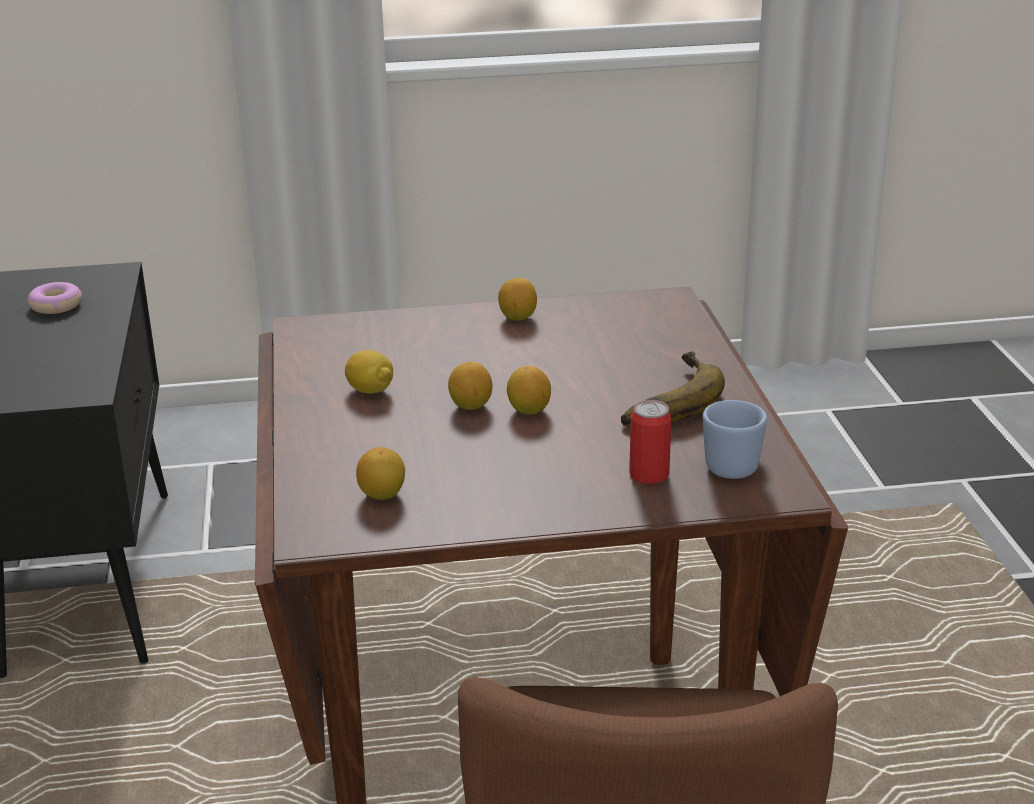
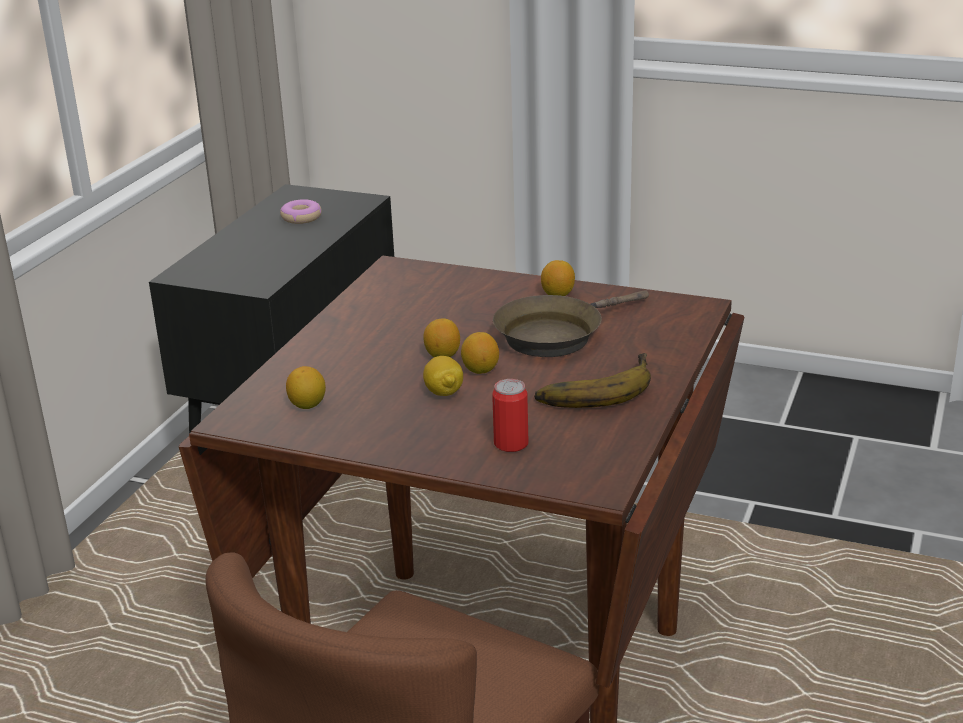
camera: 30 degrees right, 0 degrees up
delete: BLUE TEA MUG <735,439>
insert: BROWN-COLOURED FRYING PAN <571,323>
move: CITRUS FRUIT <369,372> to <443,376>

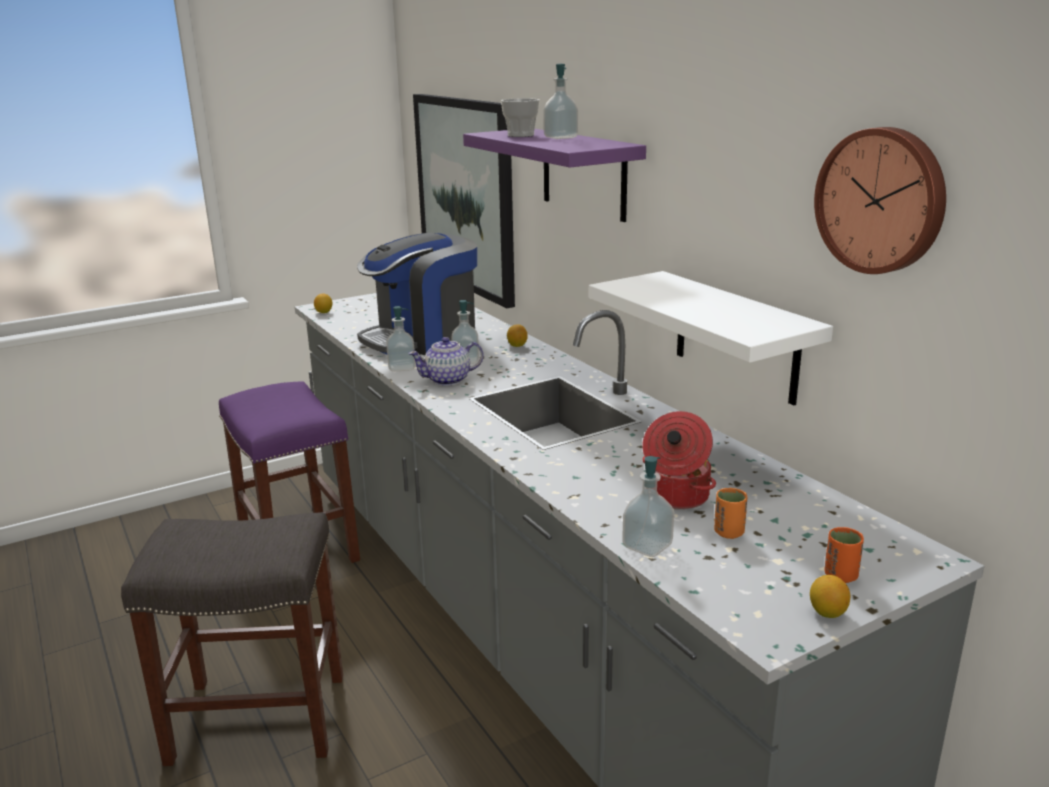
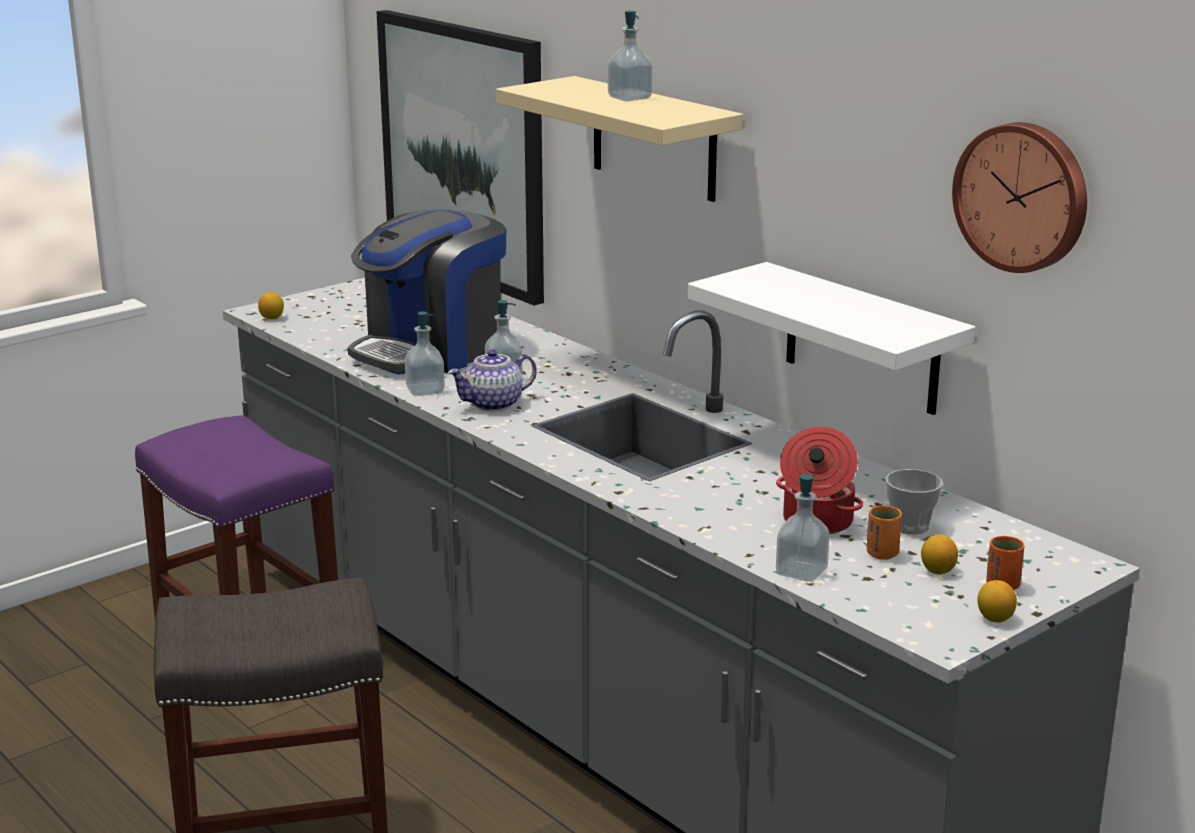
camera: 10 degrees left, 0 degrees up
move: DRINKING CUP <520,117> to <914,501>; CITRUS FRUIT <517,335> to <939,554>
recolor: PURPLE SHELF <554,175> to BEIGE-COLOURED SHELF <619,139>

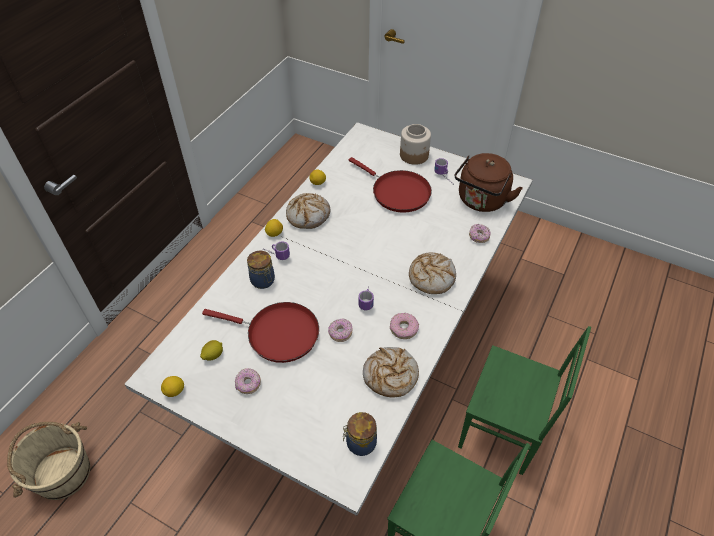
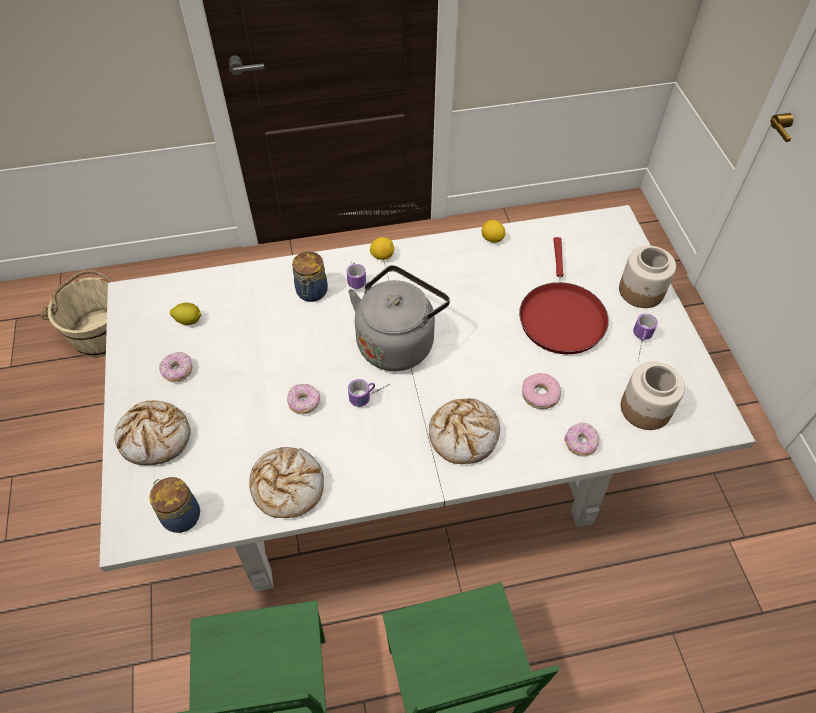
camera: 50 degrees right, 5 degrees up
delete: RED-COLOURED FRYING PAN <260,332>; CITRUS FRUIT <172,386>
insert: GREYISH KETTLE <399,318>
move: BAKERY BREAD <308,211> to <152,432>; DONUT <404,326> to <541,391>
replace: BROWN-COLOURED KETTLE <488,182> to JAR <653,395>

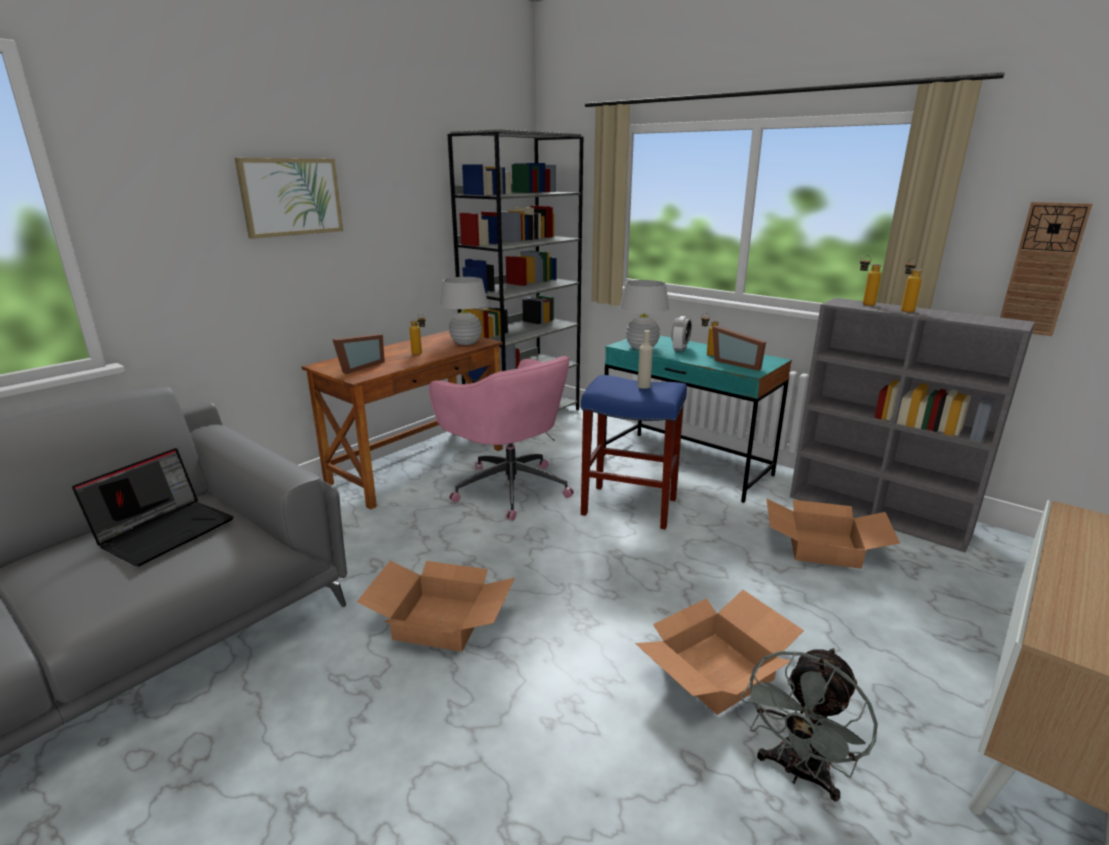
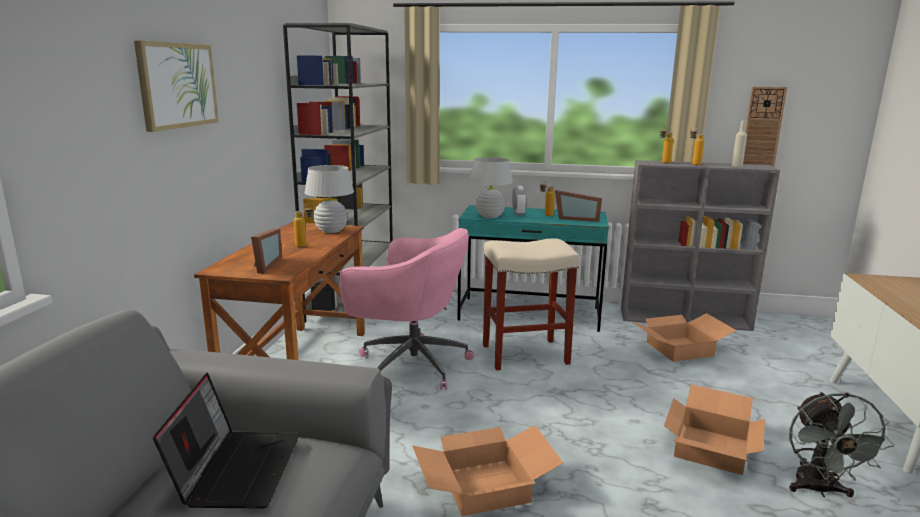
camera: 30 degrees left, 5 degrees down
move: BEIGE-COLOURED BEVERAGE BOTTLE <645,359> to <739,144>
recolor: BLUE STOOL <634,452> to BEIGE-COLOURED STOOL <531,304>

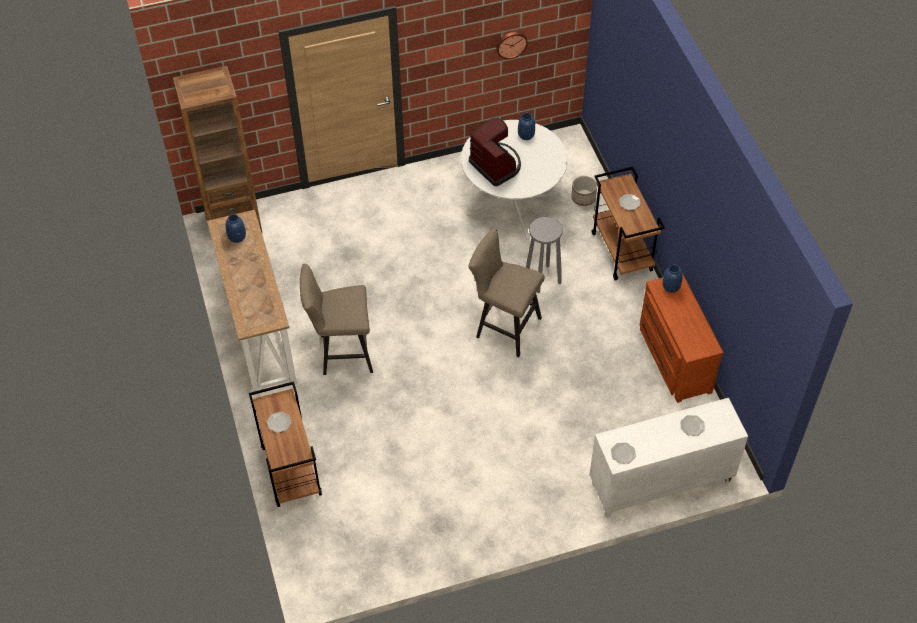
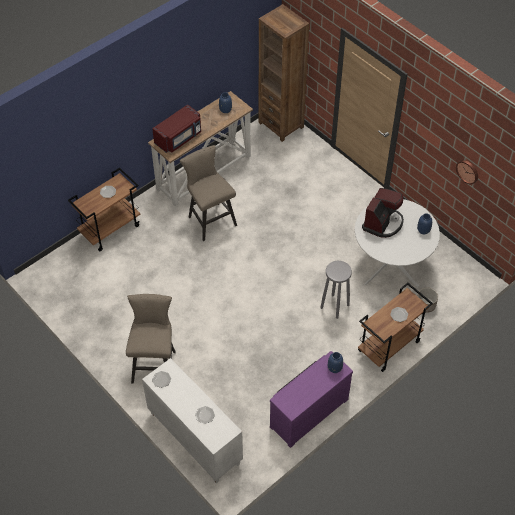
camera: 65 degrees right, 0 degrees up
insert: RED-COLOURED MICROWAVE OVEN <176,128>
move: BEIGE-COLOURED STOOL <506,292> to <151,339>
recolor: BROWN-COLOURED CHEST OF DRAWERS <682,338> to PURPLE CHEST OF DRAWERS <311,399>

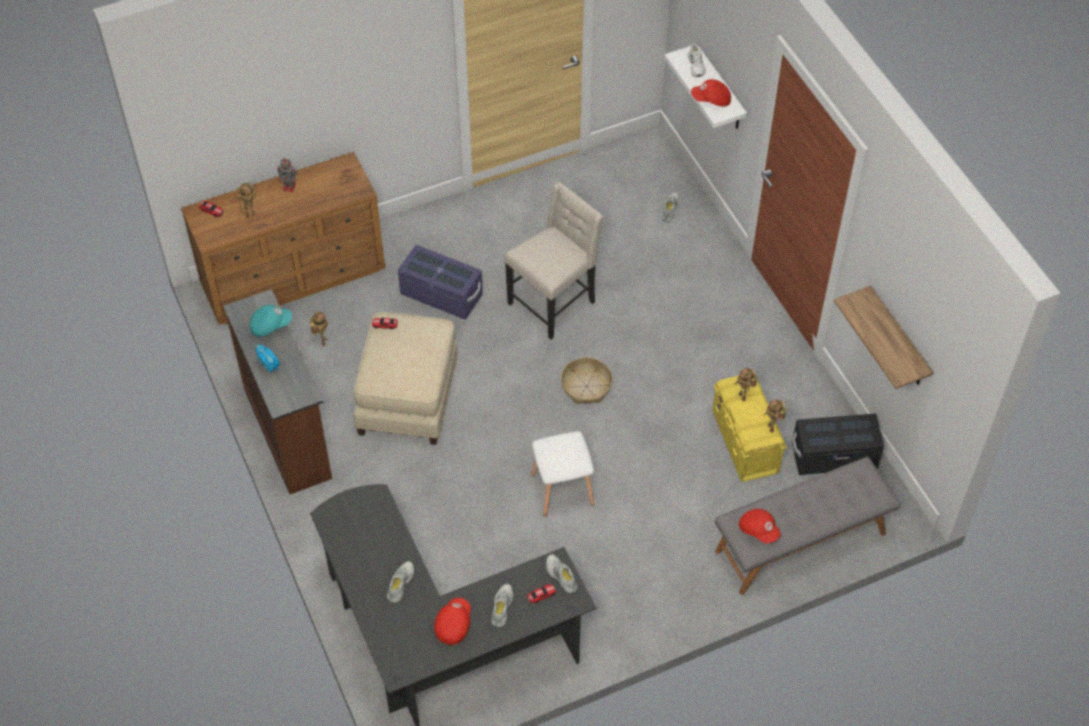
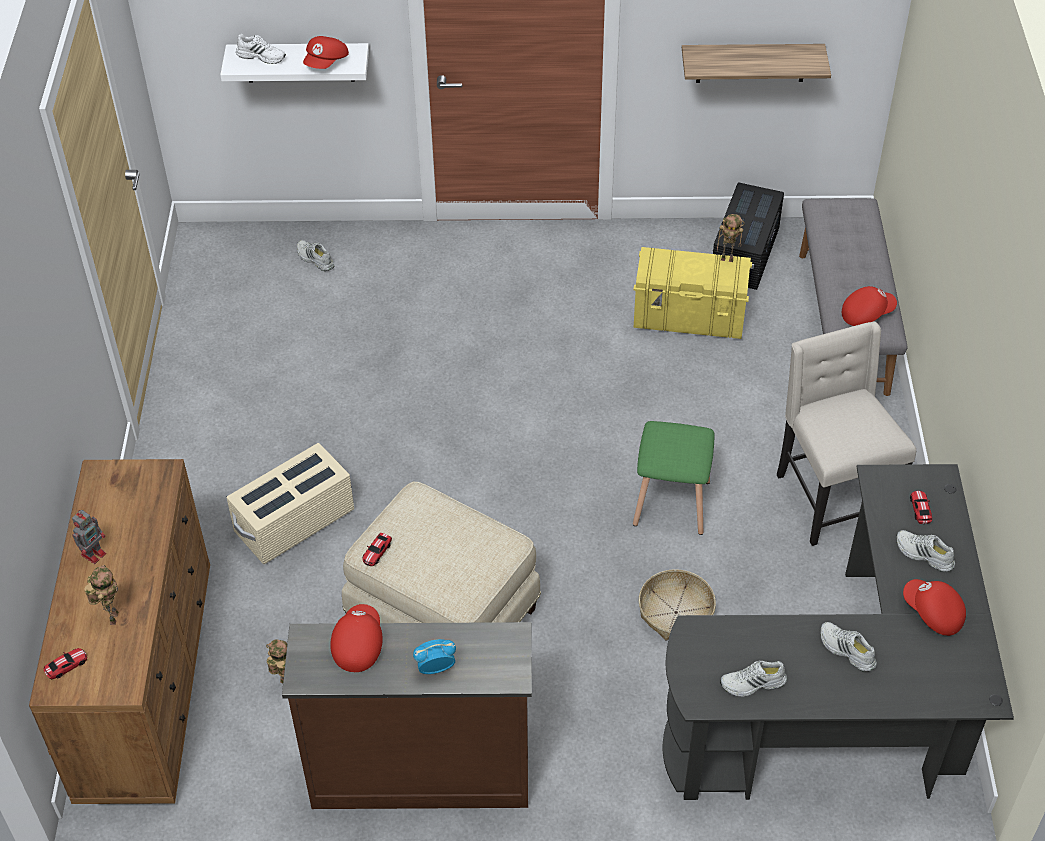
camera: 65 degrees left, 5 degrees down
delete: TOY ROBOT <745,384>
move: BEIGE-COLOURED UPRIGHT CHAIR <553,260> to <846,433>; BASKET <587,380> to <677,604>; WHITISH LOW SHOE <562,573> to <753,679>
recolor: PURPLE STORAGE BIN <440,282> to BEIGE-COLOURED STORAGE BIN <290,503>; TURQUOISE-COLOURED PEAKED CAP <271,321> to RED-COLOURED PEAKED CAP <356,638>; WHITISH STOOL <562,474> to GREENISH STOOL <674,478>

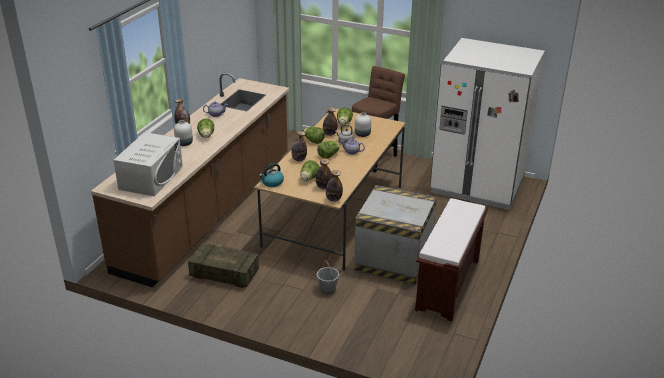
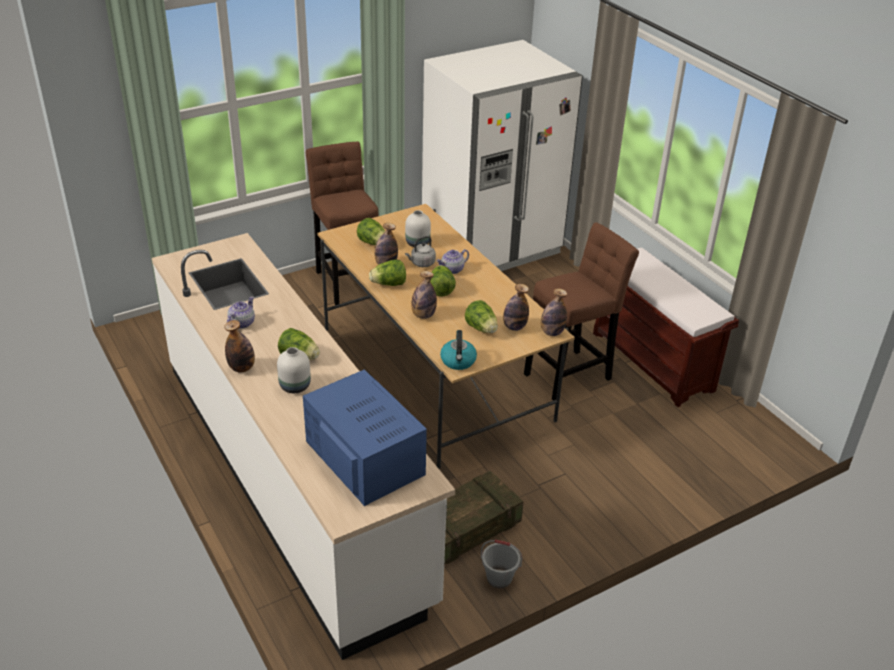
camera: 55 degrees left, 5 degrees up
move: GREYISH BUCKET <328,277> to <501,563>
replace: PACKING CRATE <395,235> to BROWN-COLOURED STOOL <581,311>
recolor: BROWN-COLOURED COUNTER <190,180> to WHITISH COUNTER <303,446>; WHITISH MICROWAVE OVEN <148,164> to BLUE MICROWAVE OVEN <365,438>

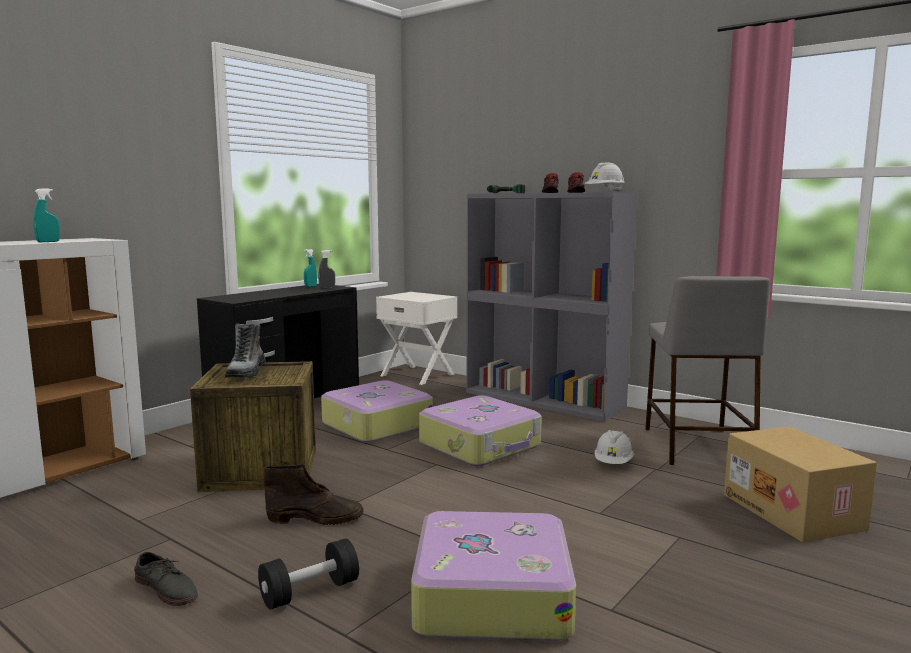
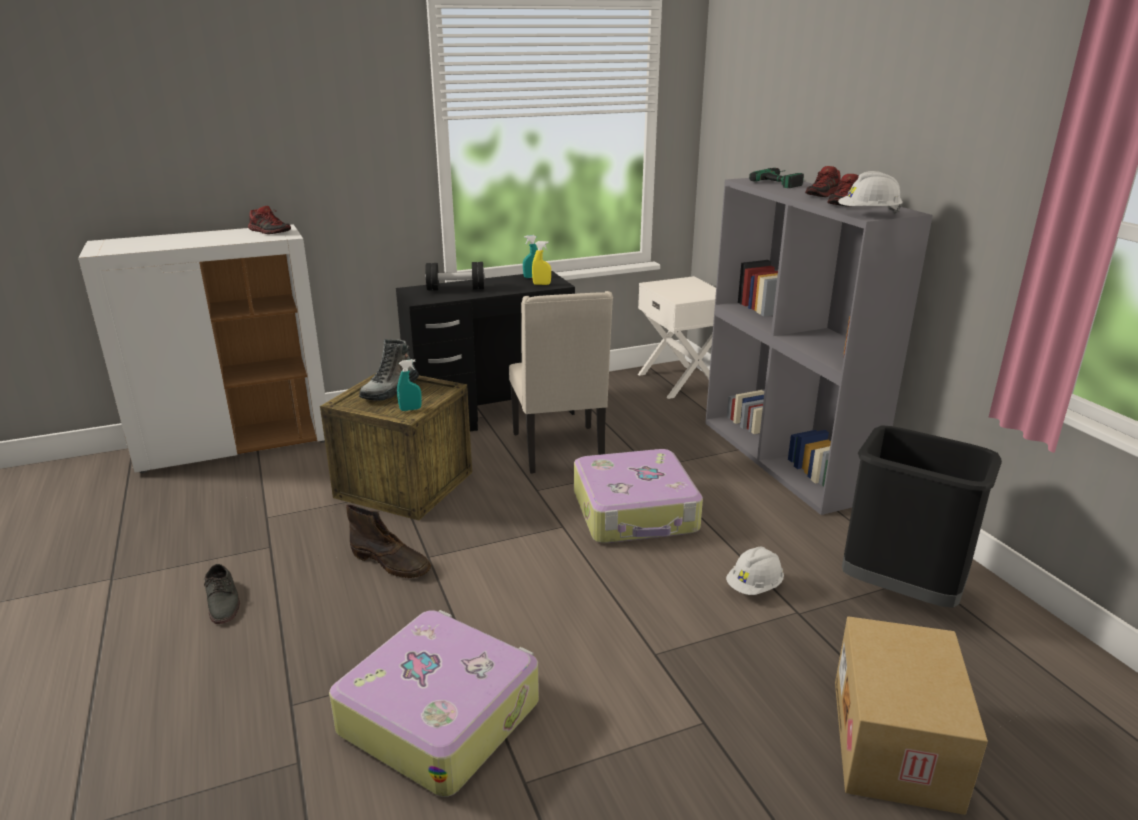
camera: 30 degrees right, 15 degrees up
insert: LOW SHOE <269,220>
move: TURQUOISE-COLOURED HAND SPRAYER <46,215> to <409,385>; BLACK FREE WEIGHT <308,574> to <455,276>
replace: GREYISH STOOL <707,370> to BLACK WASTE BIN <922,516>; TRAVEL CASE <377,411> to BEIGE-COLOURED UPRIGHT CHAIR <561,382>
recolor: GREYISH HAND SPRAYER <326,269> to YELLOW-COLOURED HAND SPRAYER <541,263>

